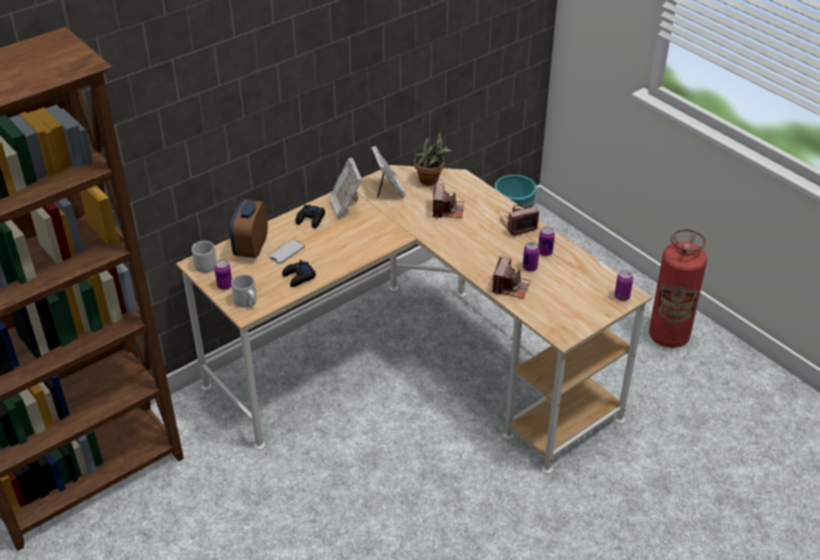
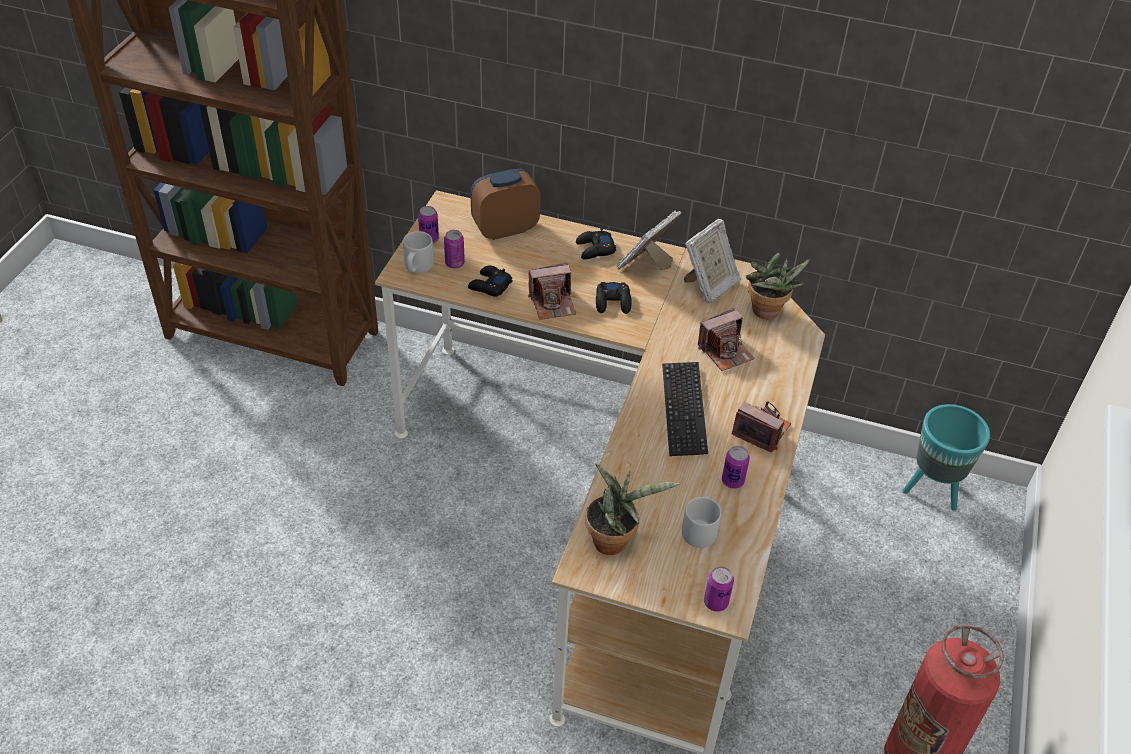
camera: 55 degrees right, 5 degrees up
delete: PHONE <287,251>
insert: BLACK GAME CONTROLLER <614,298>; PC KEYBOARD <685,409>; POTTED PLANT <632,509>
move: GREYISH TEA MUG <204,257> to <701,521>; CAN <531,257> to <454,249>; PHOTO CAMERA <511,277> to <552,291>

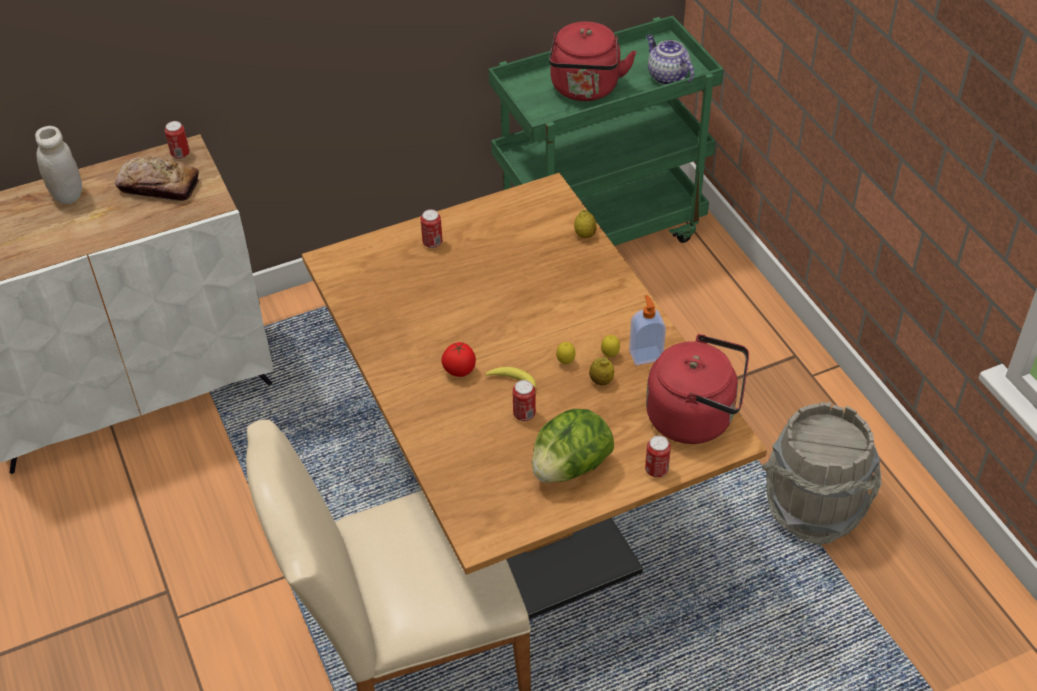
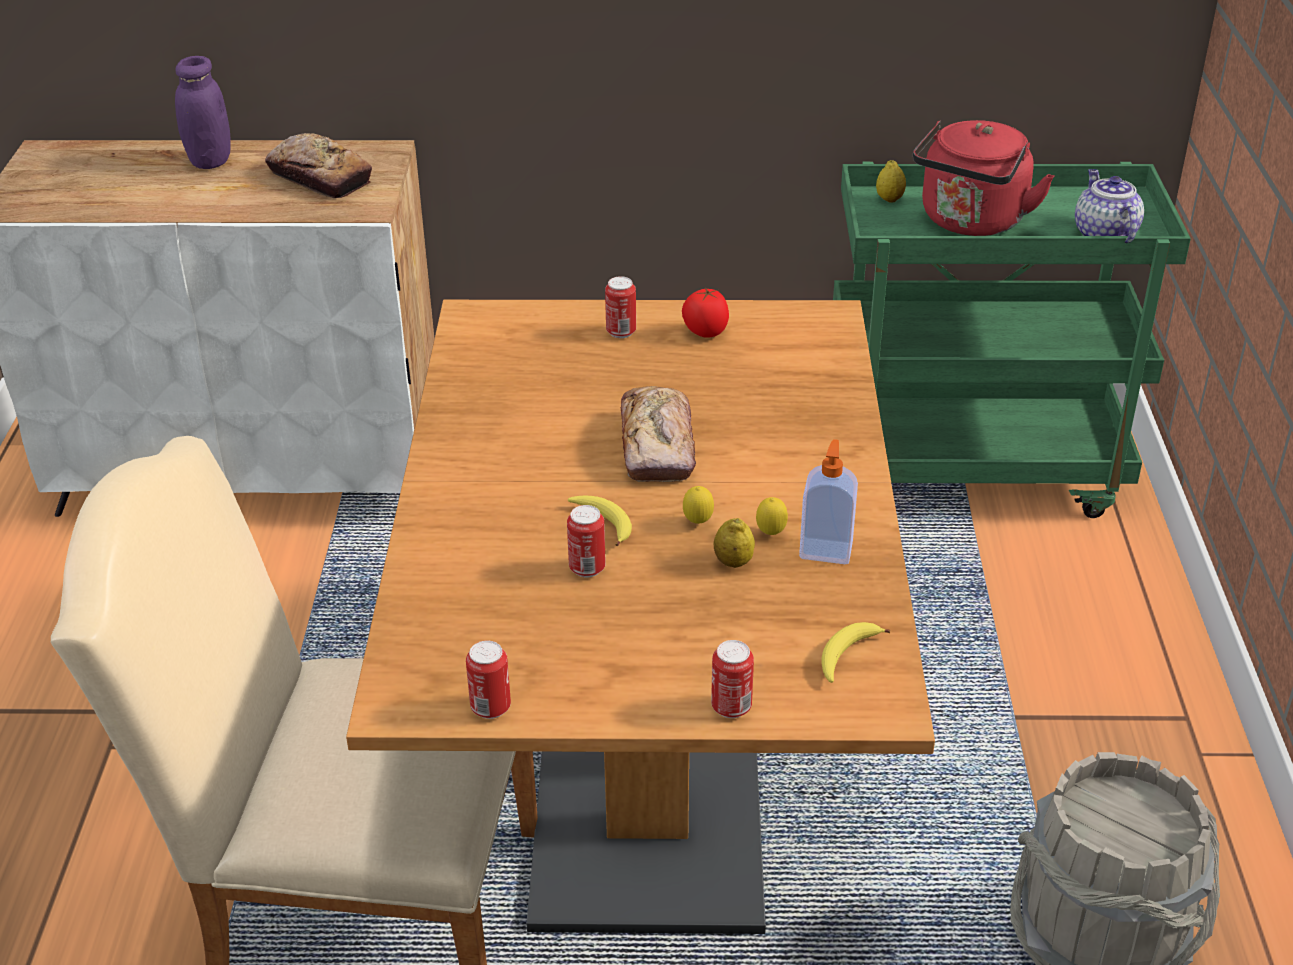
camera: 25 degrees right, 10 degrees down
delete: LETTUCE <573,446>
insert: BAKERY BREAD <658,434>
move: CAN <177,140> to <488,680>; CITRUS FRUIT <585,223> to <891,181>; WHOLE TOMATO <458,359> to <705,312>
replace: RED-COLOURED KETTLE <697,389> to BANANA FRUIT <855,652>
recolor: WHITISH JAR <58,165> to PURPLE JAR <203,112>

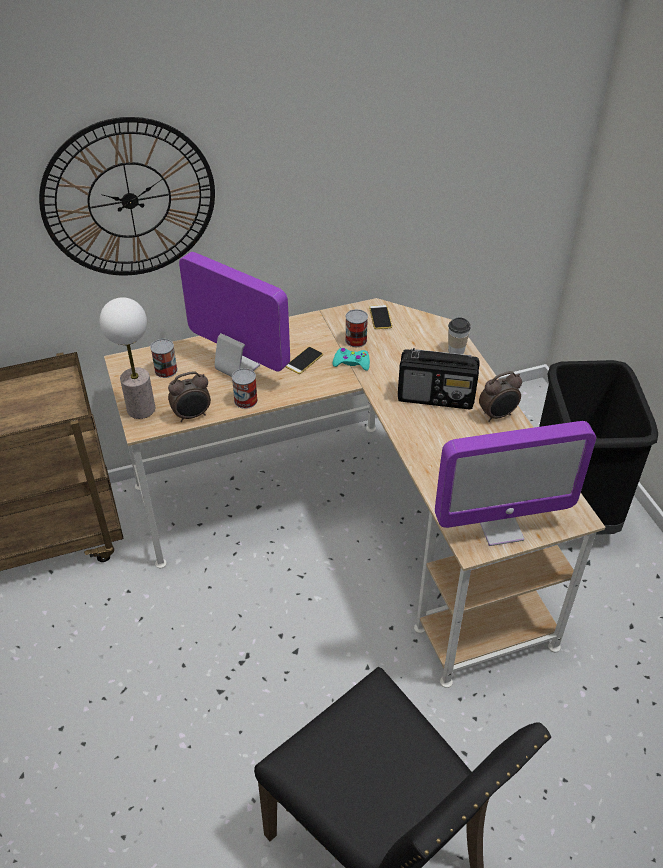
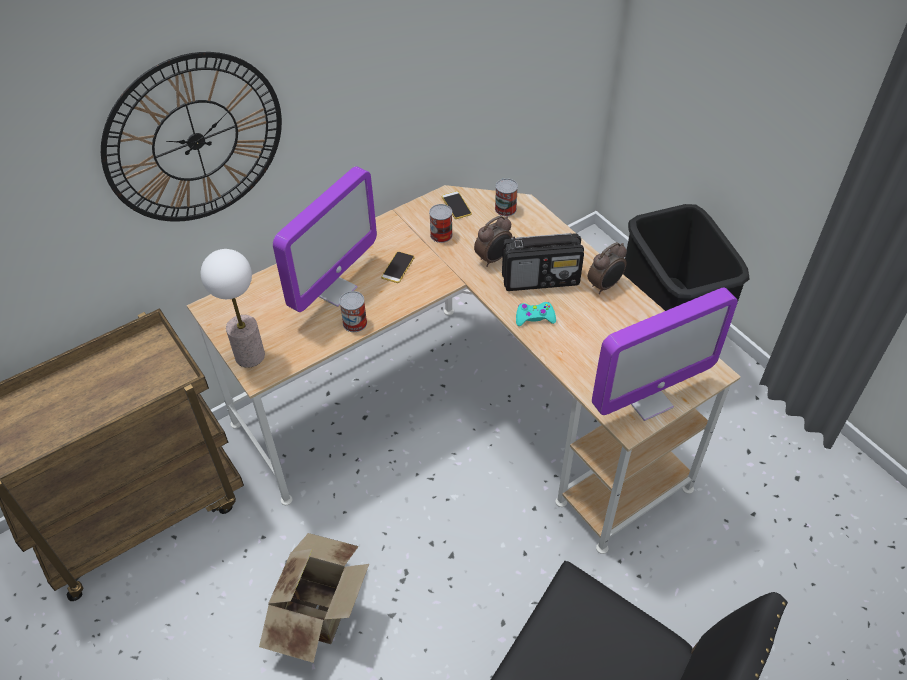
camera: 15 degrees left, 5 degrees up
delete: DRINKING CUP <459,335>
insert: PACKING BOX <314,598>
move: CAN <164,358> to <506,197>; TURQUOISE-COLOURED GAME CONTROLLER <351,359> to <536,314>; TABLE CLOCK <189,396> to <493,241>
rotate: COMPUTER SCREEN <234,314> = <325,239> 105 degrees clockwise

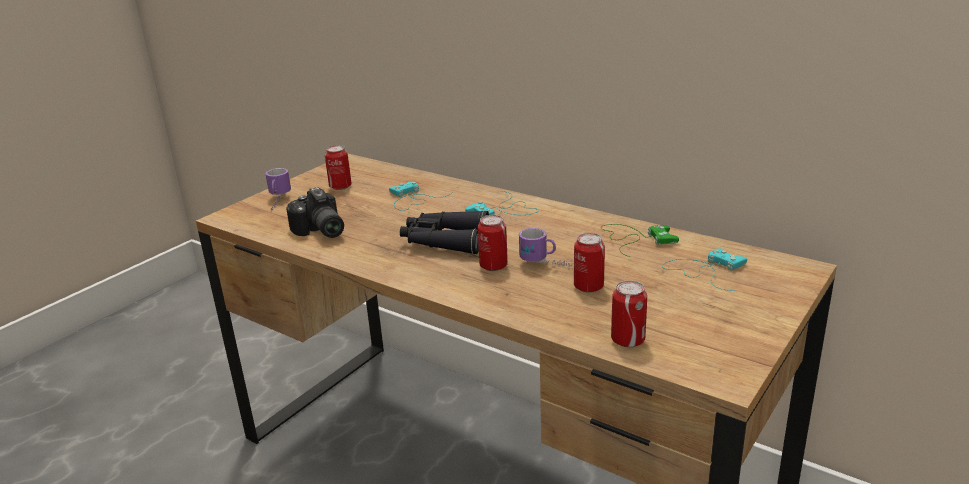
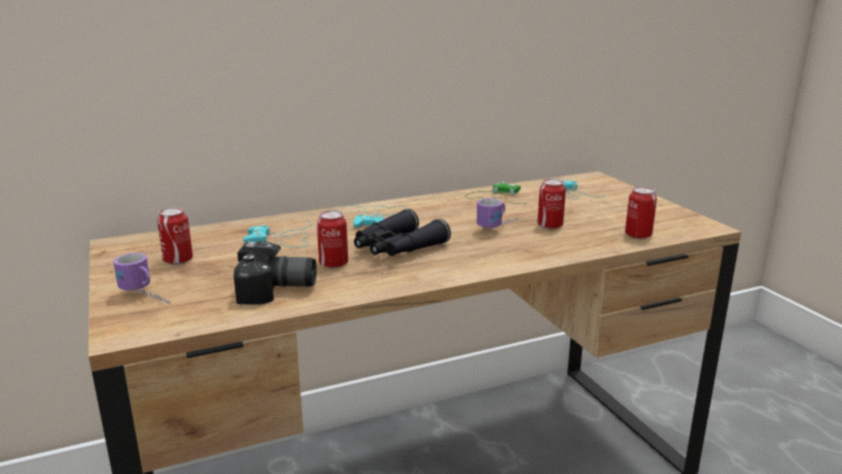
camera: 60 degrees left, 5 degrees down
move: CAN <493,243> to <332,239>

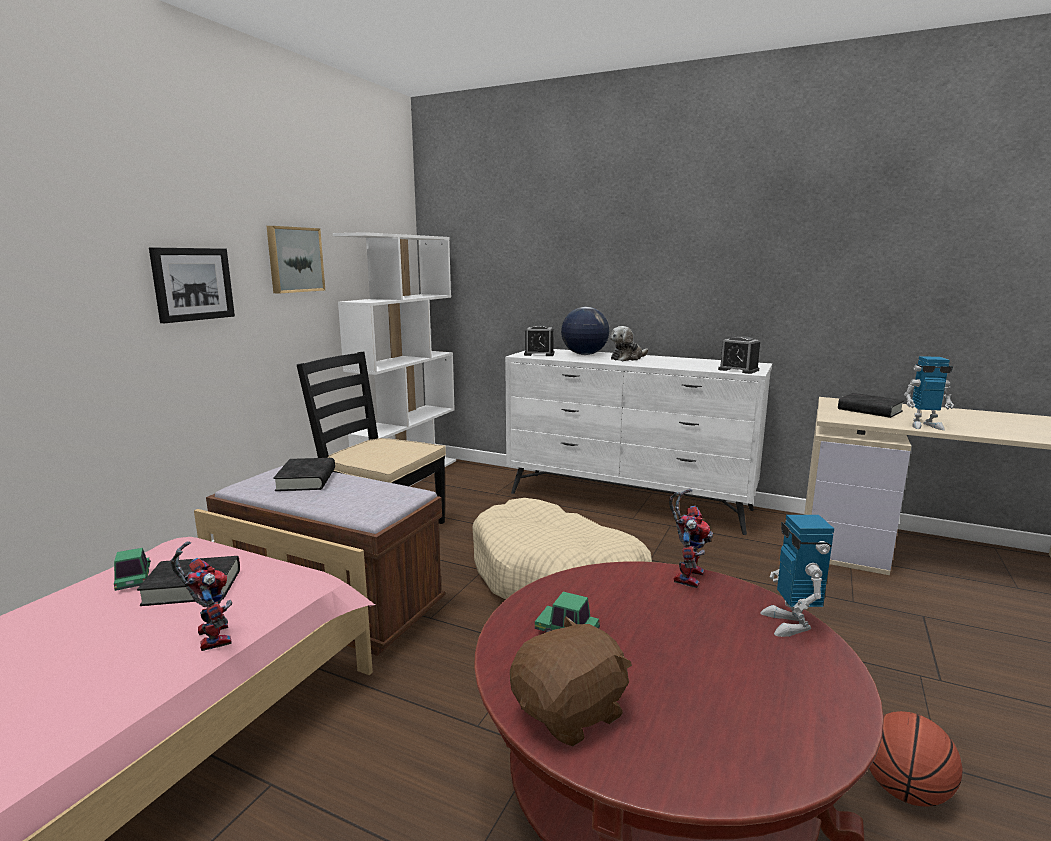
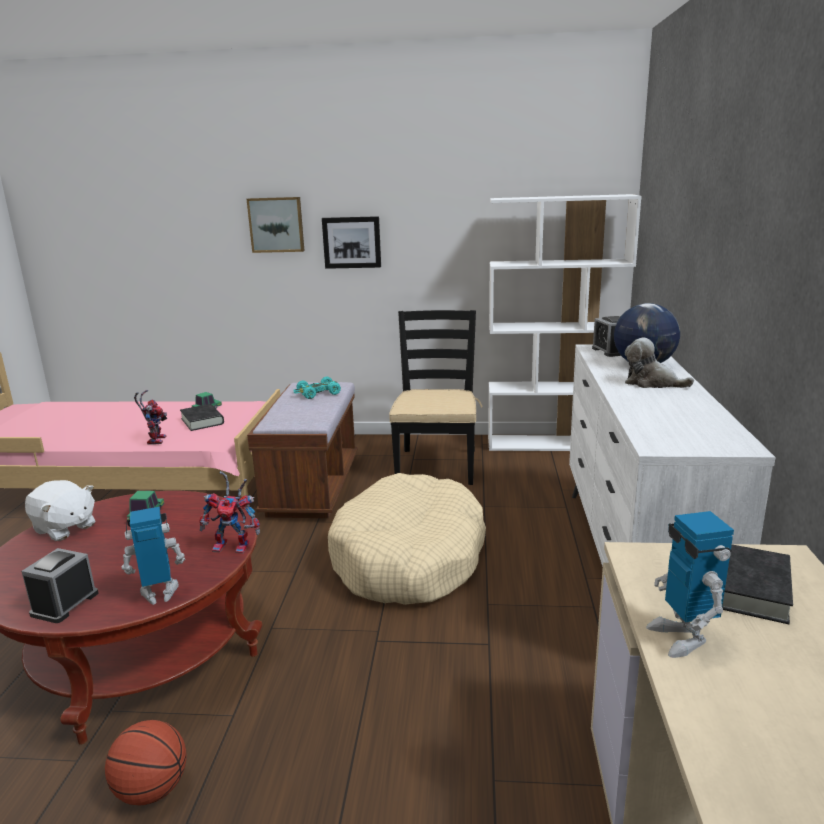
camera: 70 degrees right, 5 degrees up
move: PICTURE <296,259> to <275,225>; TABLE CLOCK <739,355> to <60,585>
replace: BLACK VOLUME <304,474> to TURQUOISE-COLOURED MODEL CAR <317,388>
recolor: BROWN-COLOURED SOFT TOY <571,681> to WHITISH SOFT TOY <60,510>
rotate: TOY ROBOT <201,596> = <150,417> 45 degrees counterclockwise

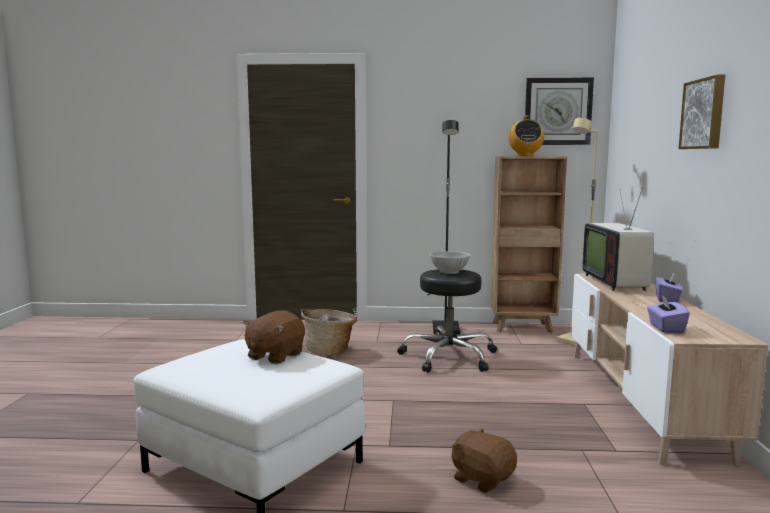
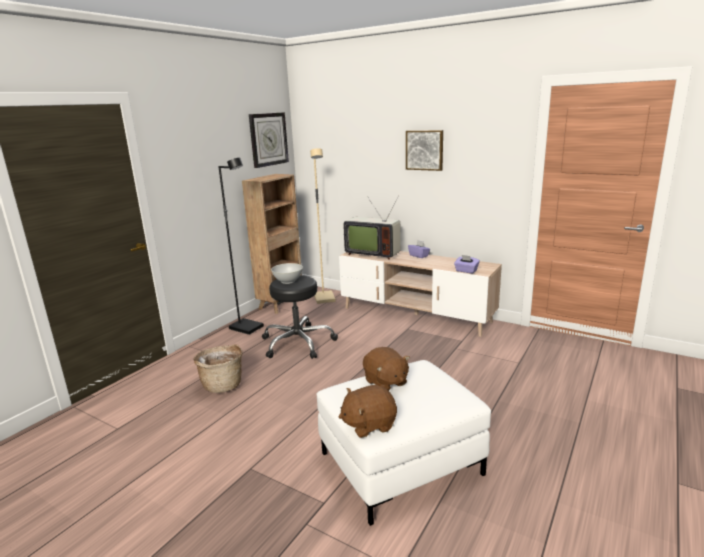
camera: 60 degrees left, 10 degrees up
delete: RADIO SET <526,135>
move: BROWN-COLOURED SOFT TOY <484,460> to <368,411>

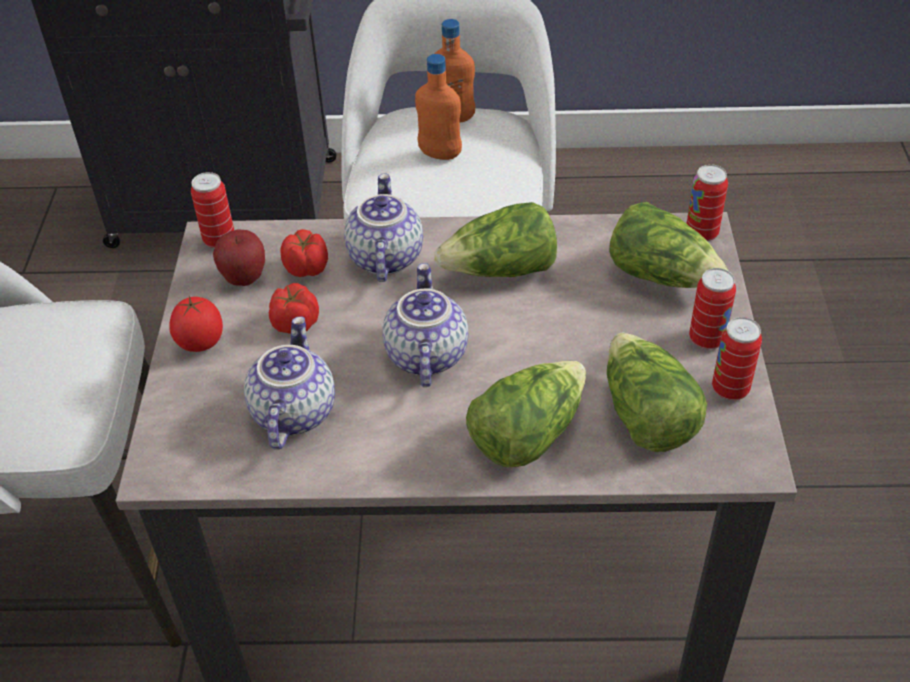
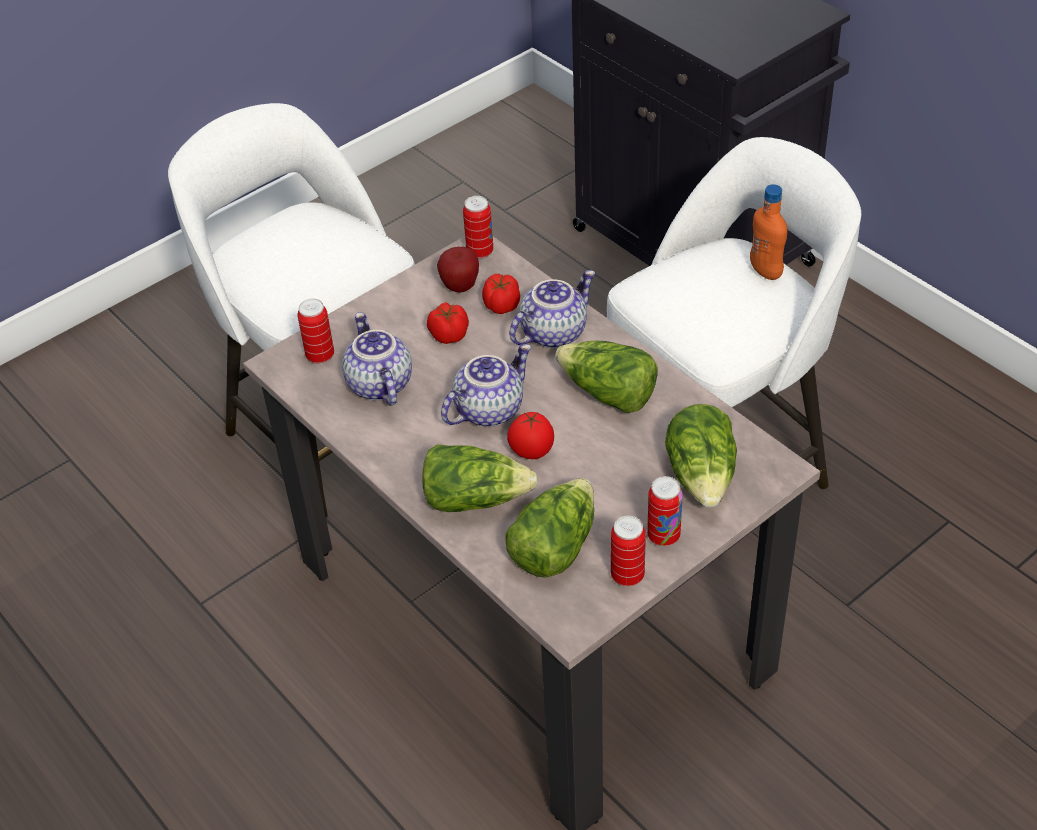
camera: 50 degrees right, 0 degrees up
delete: ORANGE-COLOURED BEVERAGE BOTTLE <438,107>
move: CAN <707,202> to <315,331>; WHOLE TOMATO <196,324> to <530,435>
rotate: POT FOR TEA <289,383> = <377,359> 75 degrees counterclockwise

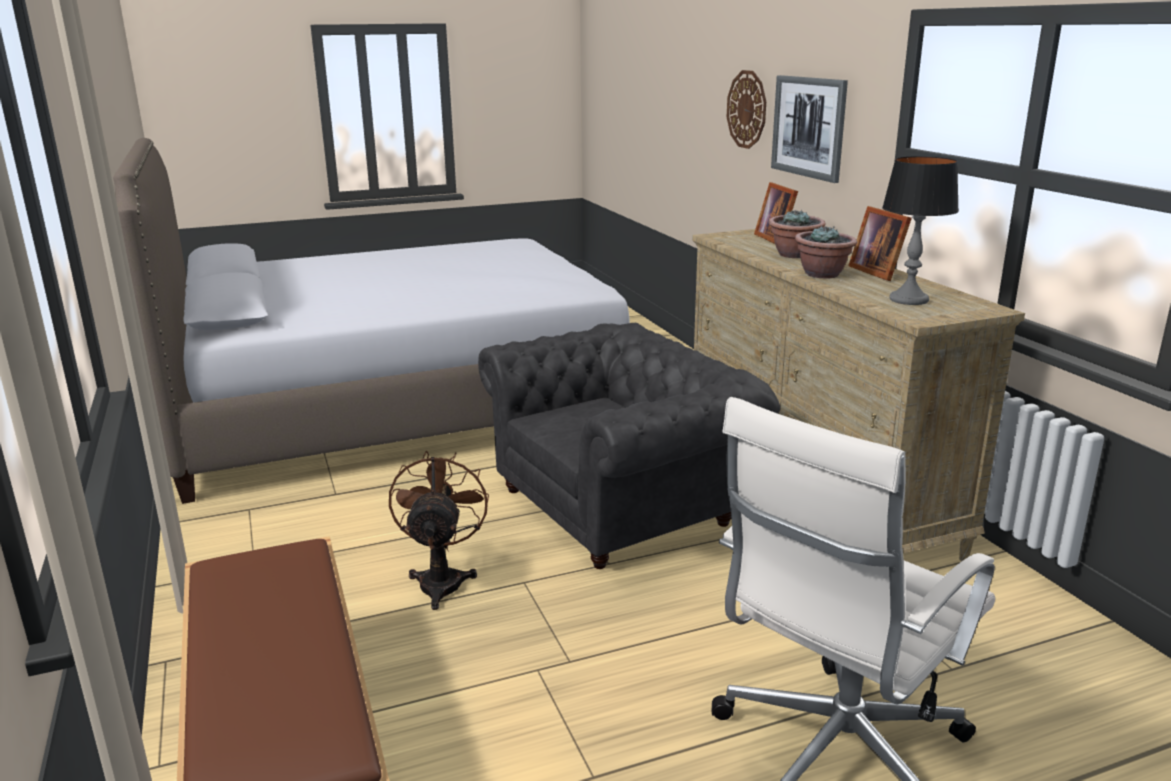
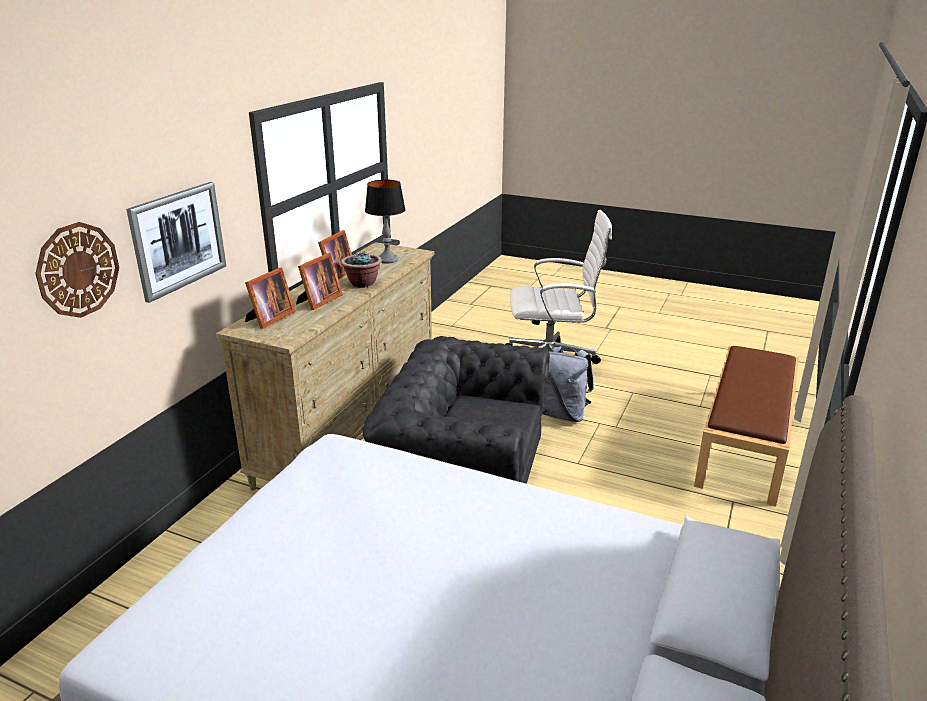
camera: 135 degrees left, 5 degrees up
delete: BROWN-COLOURED COOLING FAN <439,530>
insert: GREYISH RUCKSACK <568,384>
replace: POTTED PLANT <797,233> to STANDING FRAME <319,281>

